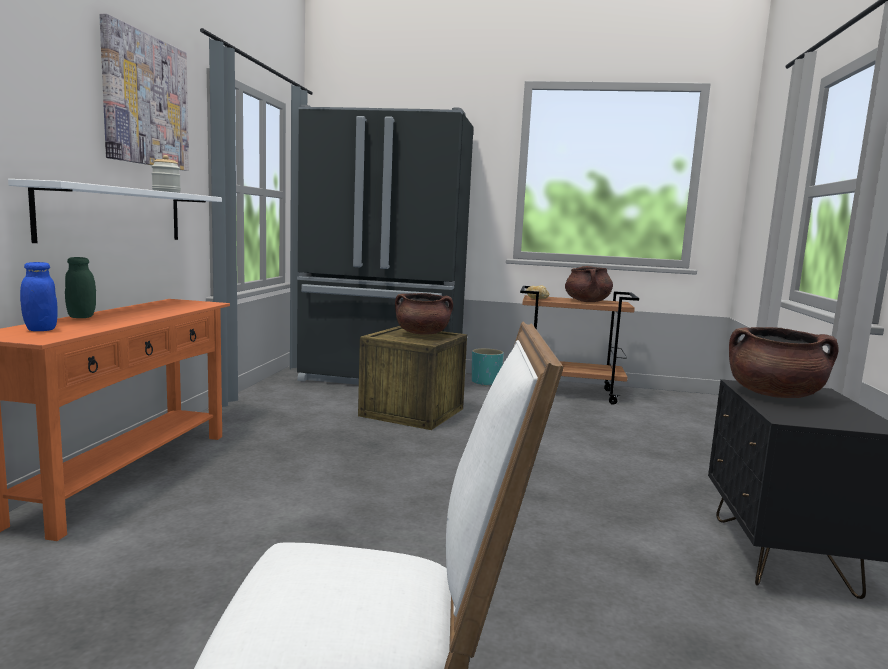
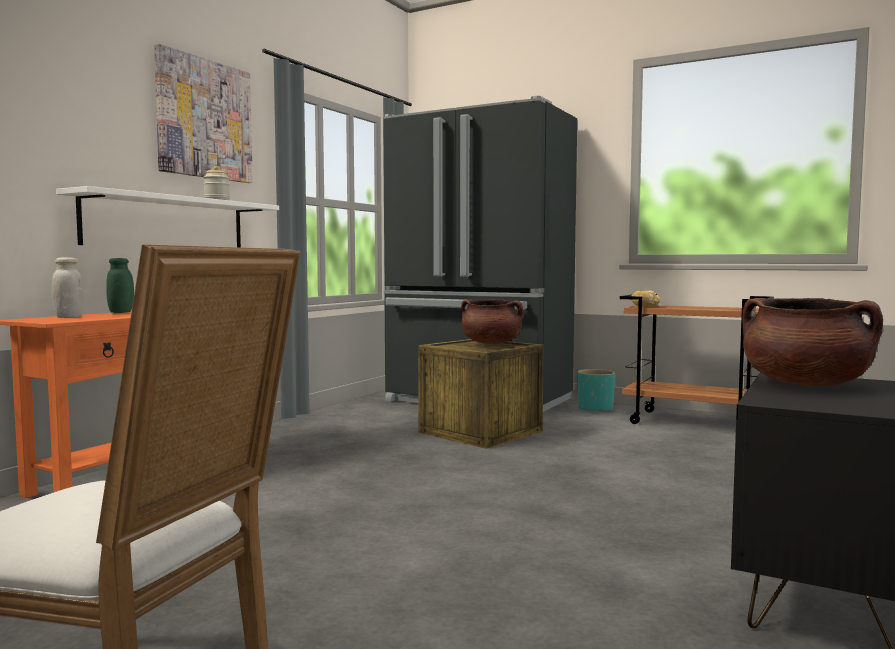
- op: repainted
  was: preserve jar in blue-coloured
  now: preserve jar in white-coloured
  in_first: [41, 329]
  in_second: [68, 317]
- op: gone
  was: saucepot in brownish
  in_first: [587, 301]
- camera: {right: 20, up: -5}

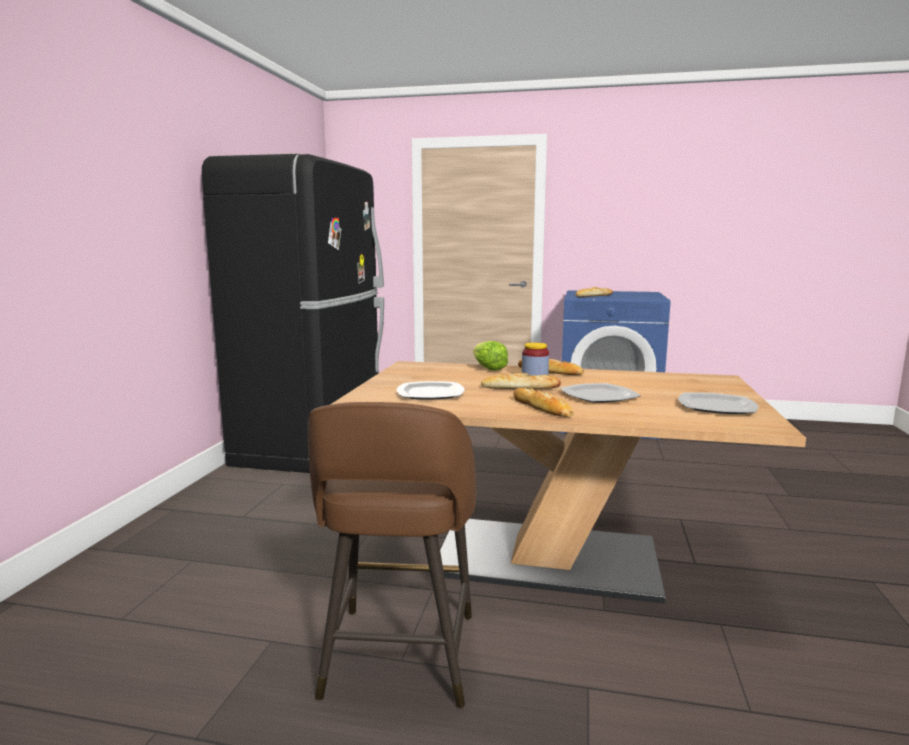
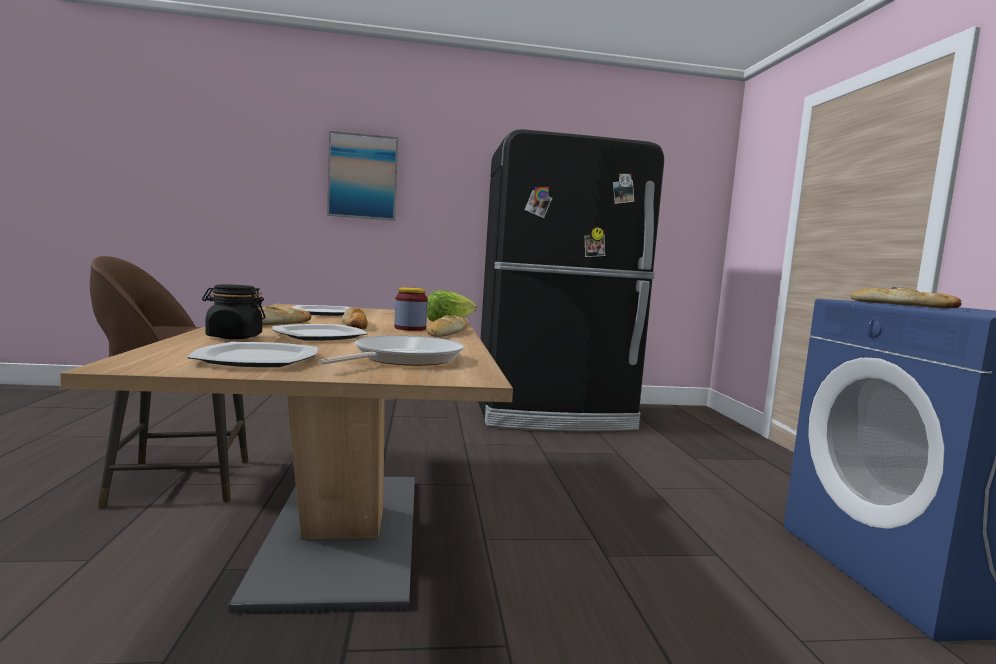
- op: new
  now: preserve jar in black
  in_second: [234, 337]
- op: new
  now: pan
  in_second: [403, 359]
- op: new
  now: picture
  in_second: [363, 177]
- camera: {right: 70, up: -5}

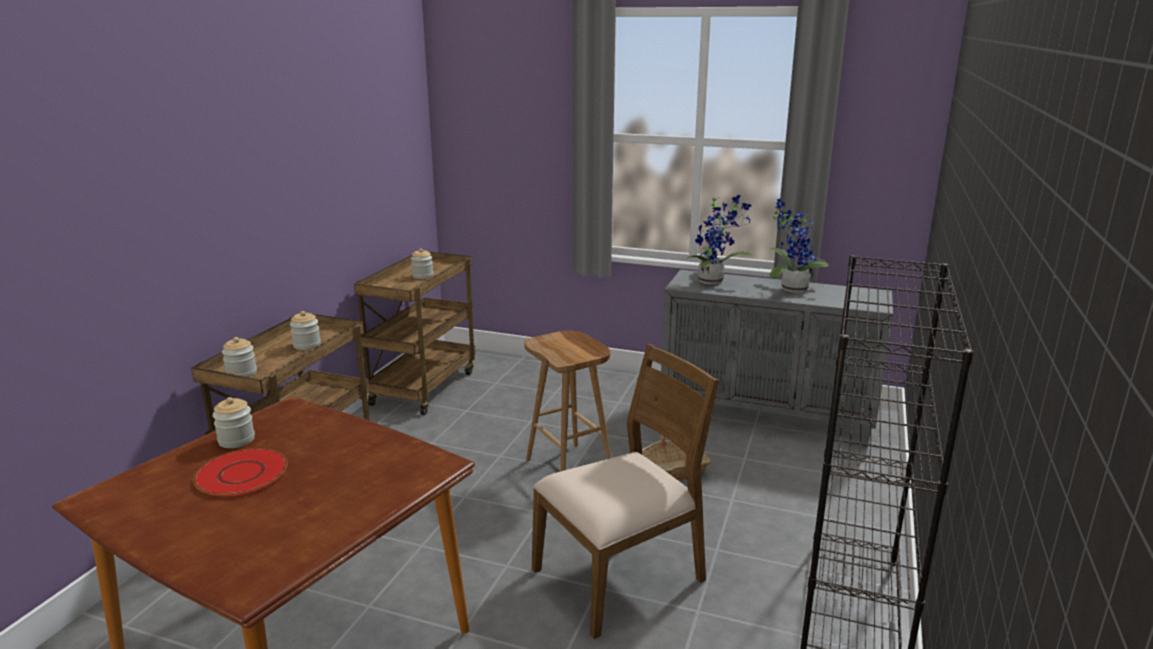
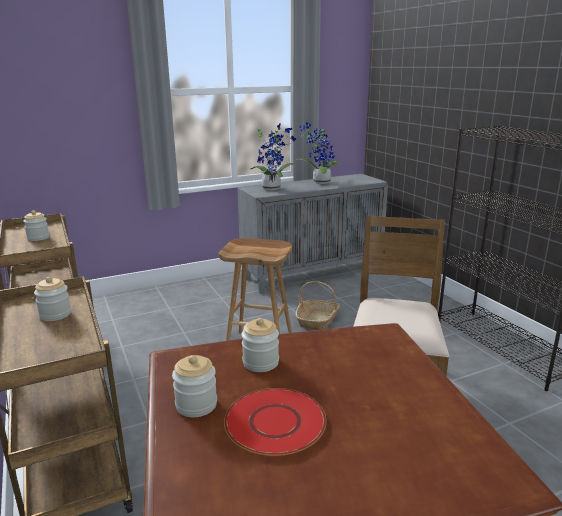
- op: shifted
  was: preserve jar
  in_first: [241, 374]
  in_second: [260, 362]
- camera: {right: -45, up: 0}

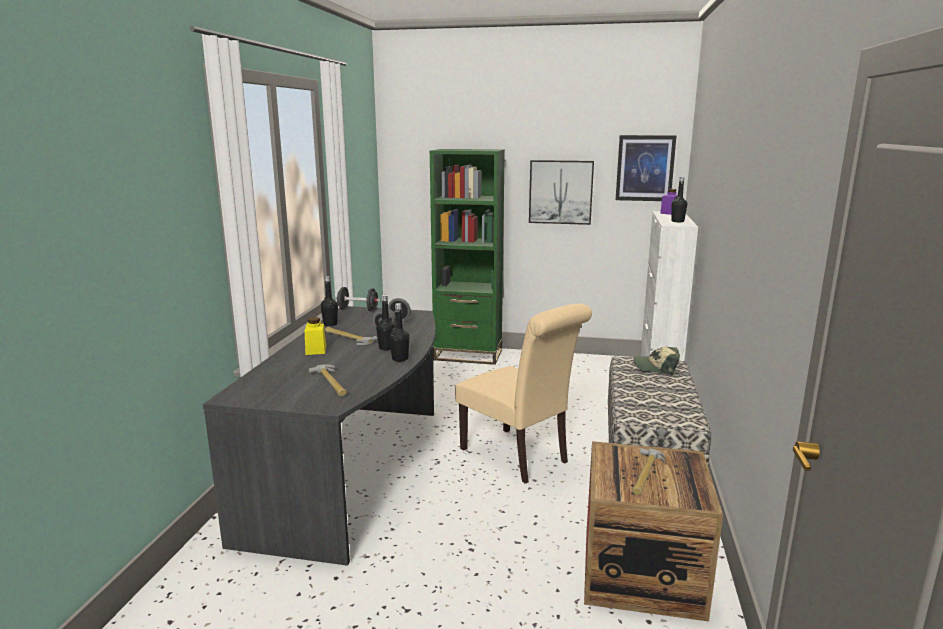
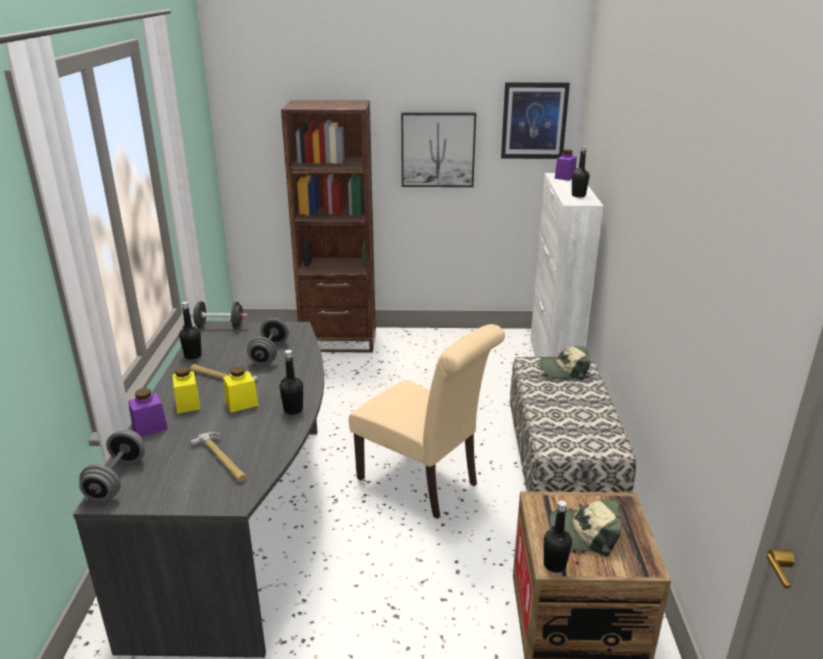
- op: shifted
  was: bottle in black
  in_first: [386, 348]
  in_second: [554, 565]
- op: repainted
  was: shelving unit in green
  now: shelving unit in brownish
  in_first: [468, 355]
  in_second: [339, 340]
- op: swapped
  was: hand hammer
  now: peaked cap
  in_first: [645, 474]
  in_second: [584, 533]
- op: new
  now: dumbbell in gray
  in_second: [116, 479]
- op: new
  now: preserve jar in purplish
  in_second: [150, 427]
- op: new
  now: preserve jar in yellow
  in_second: [241, 403]
- camera: {right: -10, up: 10}

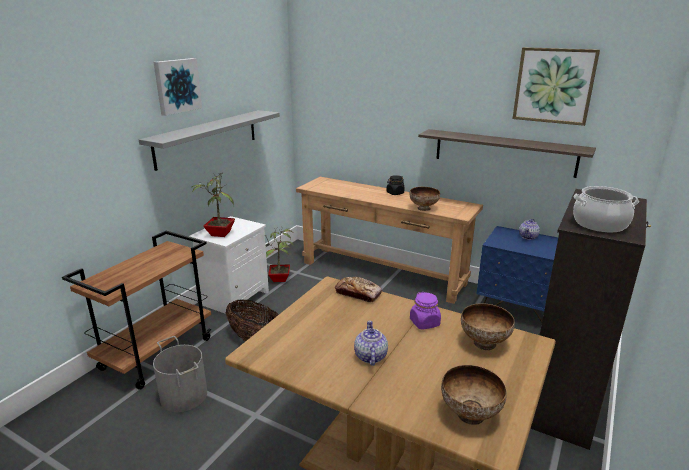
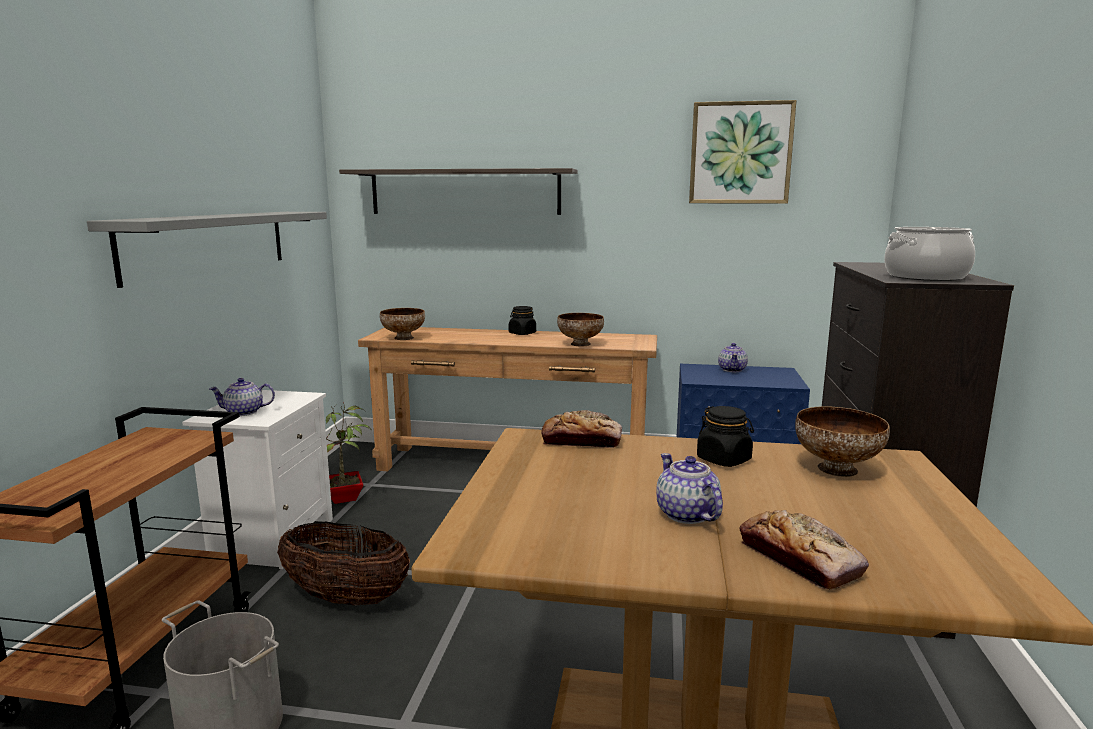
- op: gone
  was: picture
  in_first: [177, 86]
- op: swapped
  was: houseplant
  now: pot for tea
  in_first: [219, 234]
  in_second: [244, 412]
- op: repainted
  was: preserve jar in purplish
  now: preserve jar in black
  in_first: [424, 323]
  in_second: [724, 460]
- op: shifted
  was: shelf
  in_first: [504, 152]
  in_second: [465, 192]
- op: shifted
  was: serving bowl
  in_first: [469, 414]
  in_second: [403, 338]
- op: new
  now: bakery bread
  in_second: [799, 560]
- camera: {right: -20, up: -10}

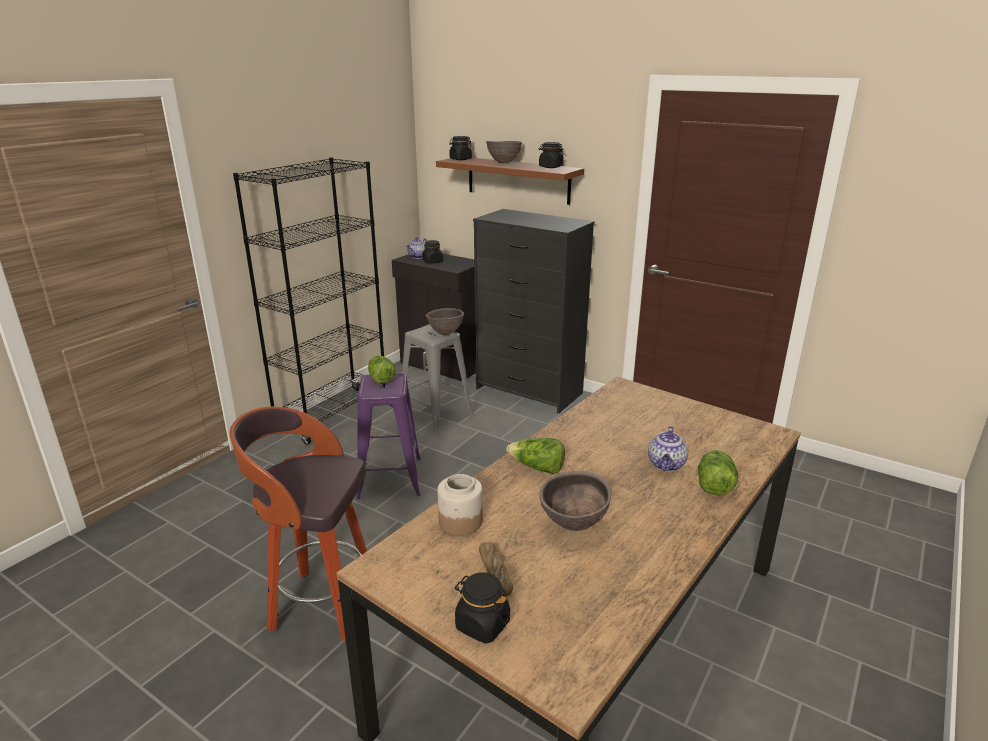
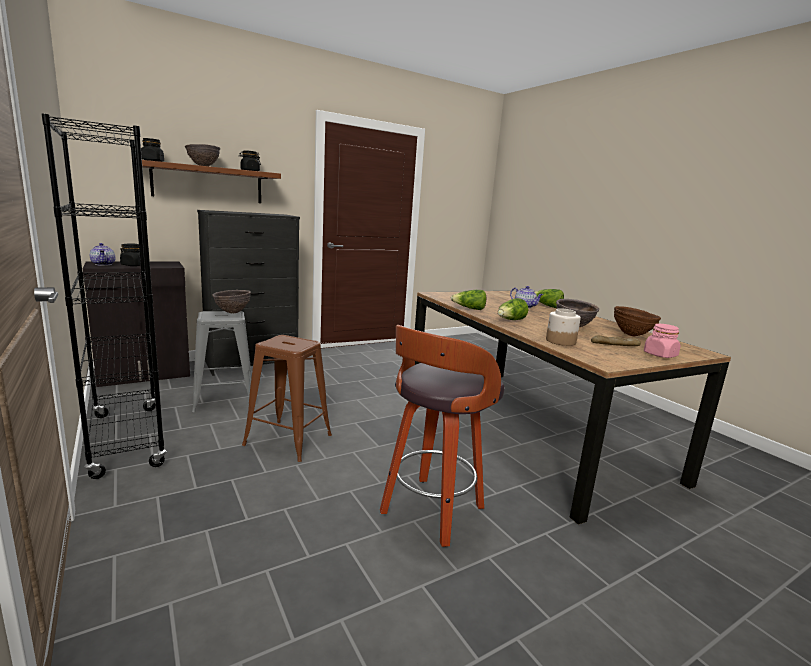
- op: repainted
  was: stool in purplish
  now: stool in brownish
  in_first: [390, 478]
  in_second: [289, 440]
- op: shifted
  was: head of lettuce
  in_first: [380, 378]
  in_second: [469, 309]
- op: repainted
  was: preserve jar in black
  now: preserve jar in pinkish
  in_first: [482, 625]
  in_second: [660, 355]
- op: new
  now: serving bowl in brownish
  in_second: [632, 335]
- camera: {right: -65, up: -10}

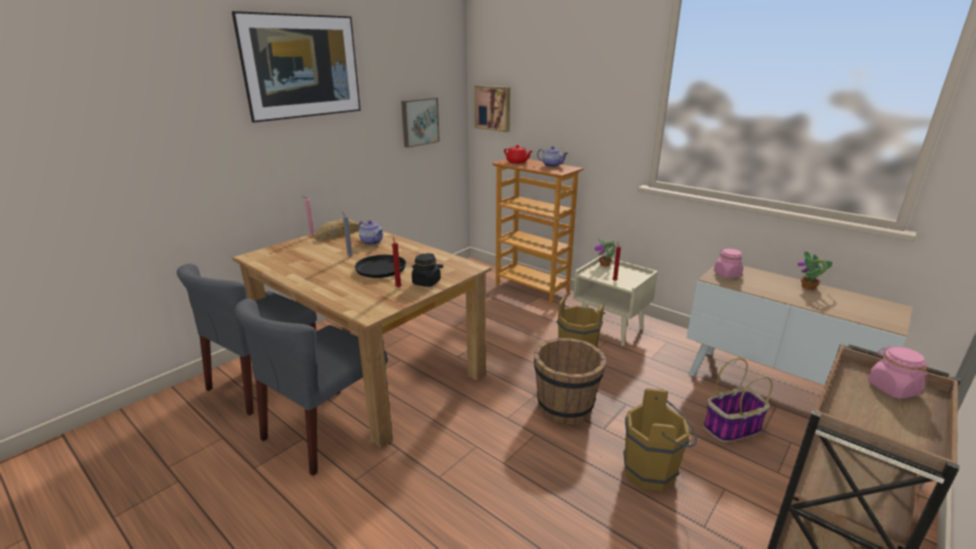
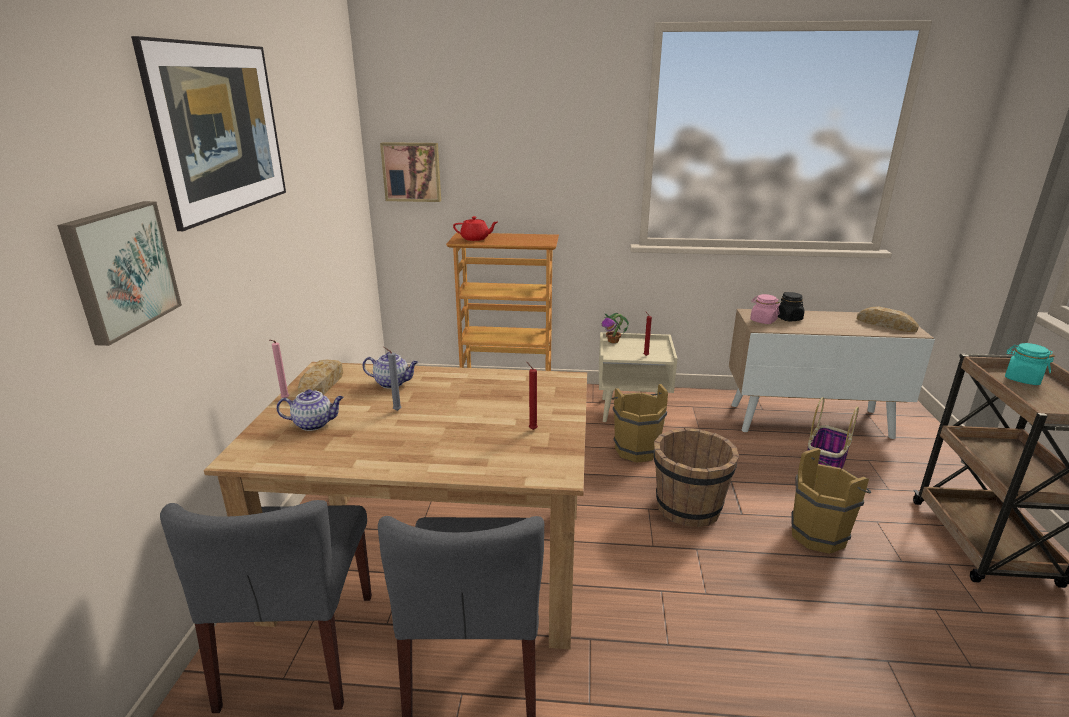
- op: gone
  was: pan in black
  in_first: [385, 269]
- op: shifted
  was: picture
  in_first: [419, 121]
  in_second: [120, 269]
- op: shifted
  was: preserve jar in black
  in_first: [426, 282]
  in_second: [789, 318]
- op: shifted
  was: pot for tea
  in_first: [552, 165]
  in_second: [314, 424]
- op: gone
  was: houseplant
  in_first: [808, 287]
- op: repainted
  was: preserve jar in pinkish
  now: preserve jar in turquoise-coloured
  in_first: [892, 388]
  in_second: [1022, 379]
- op: new
  now: bakery bread
  in_second: [886, 324]
- camera: {right: -35, up: 0}

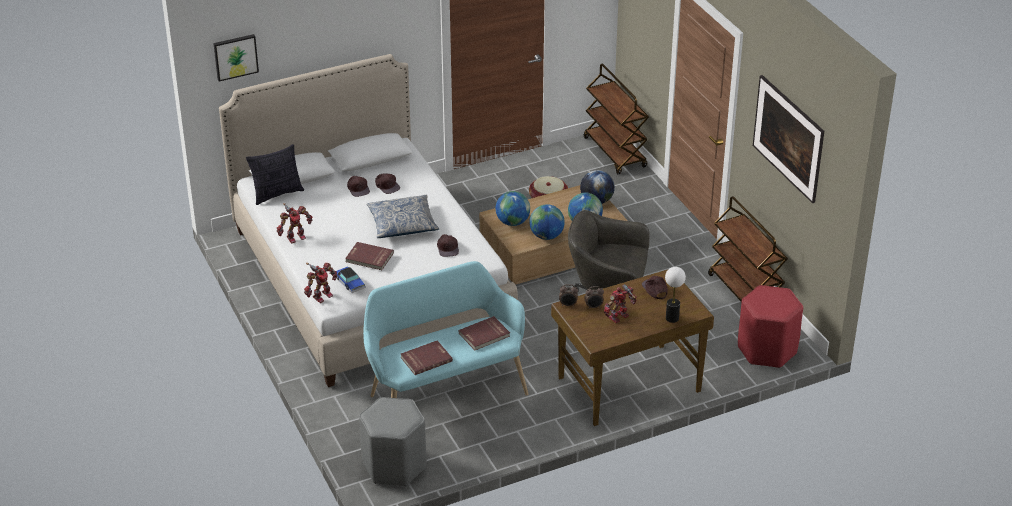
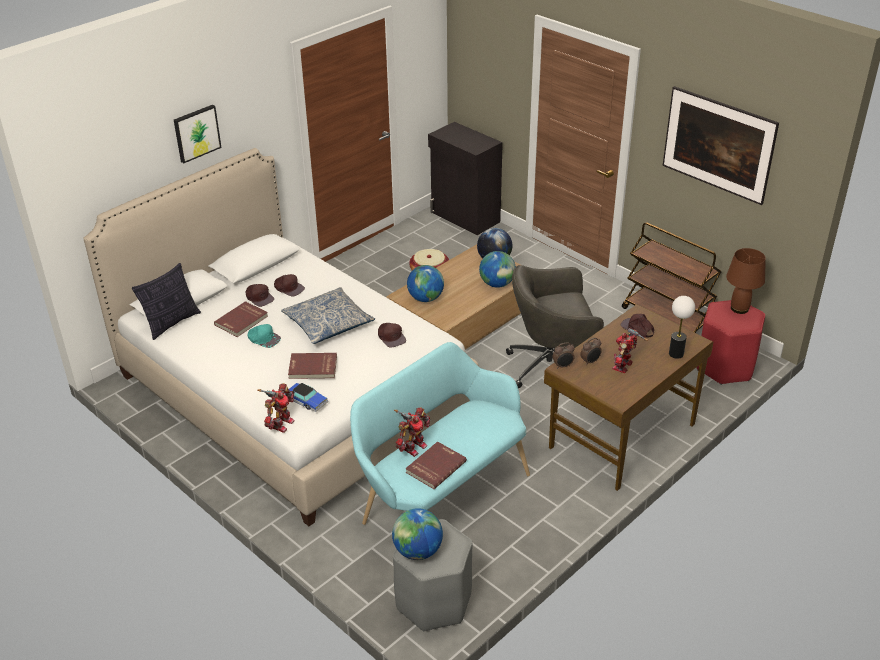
- op: shifted
  was: picture
  in_first: [235, 56]
  in_second: [196, 133]
- op: shifted
  was: robot figure
  in_first: [295, 237]
  in_second: [413, 447]
- op: shifted
  was: volume in reddish
  in_first: [484, 335]
  in_second: [242, 321]
- op: shifted
  was: desk globe
  in_first: [546, 236]
  in_second: [417, 551]
- op: swapped
  was: cart in brownish
  now: cabinet in black
  in_first: [615, 153]
  in_second: [465, 217]
- op: new
  now: peaked cap in turquoise-coloured
  in_second: [263, 338]
- op: new
  now: tabletop lamp in brownish
  in_second: [739, 309]
- camera: {right: -20, up: 0}

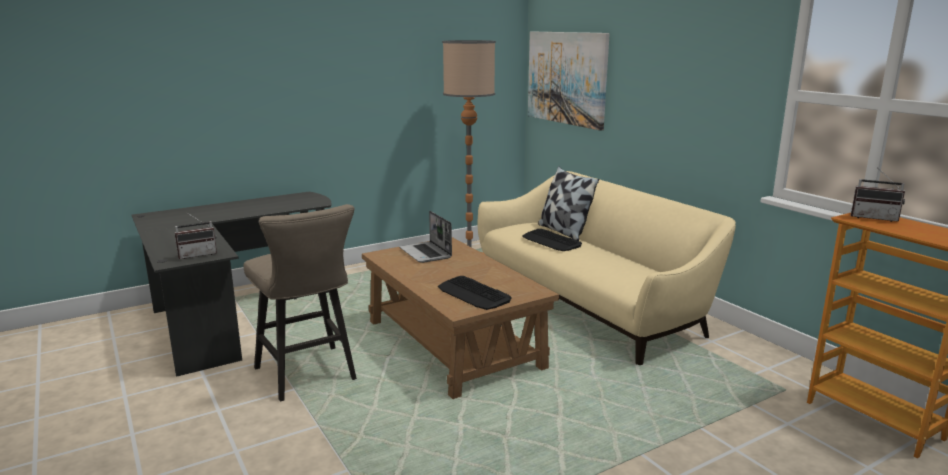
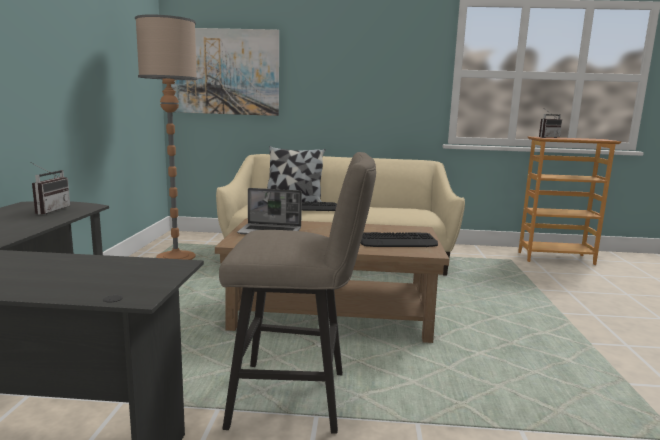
- op: shifted
  was: radio
  in_first: [197, 254]
  in_second: [49, 210]
- camera: {right: -55, up: -5}

